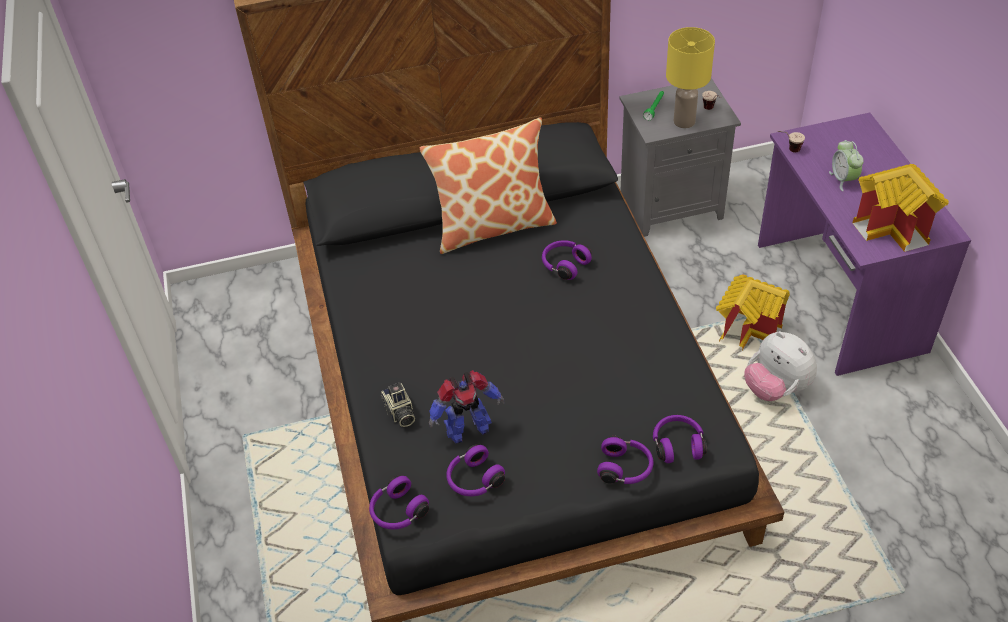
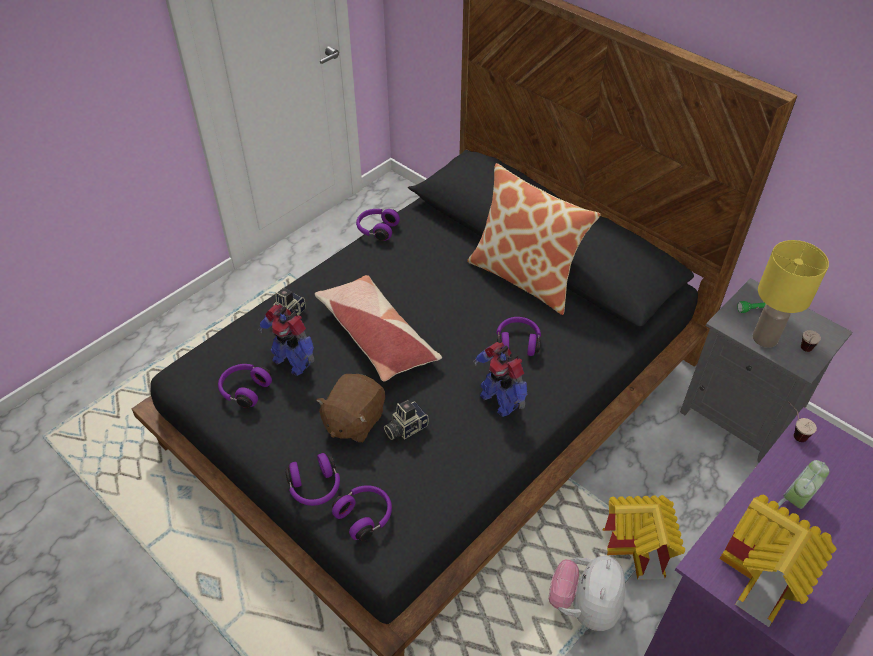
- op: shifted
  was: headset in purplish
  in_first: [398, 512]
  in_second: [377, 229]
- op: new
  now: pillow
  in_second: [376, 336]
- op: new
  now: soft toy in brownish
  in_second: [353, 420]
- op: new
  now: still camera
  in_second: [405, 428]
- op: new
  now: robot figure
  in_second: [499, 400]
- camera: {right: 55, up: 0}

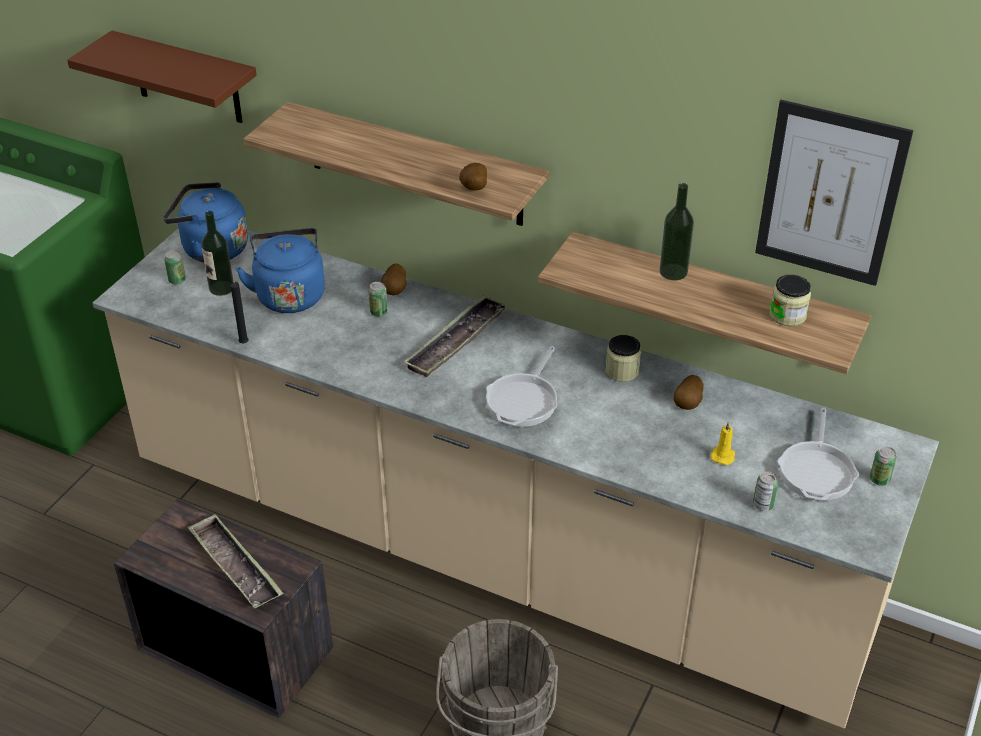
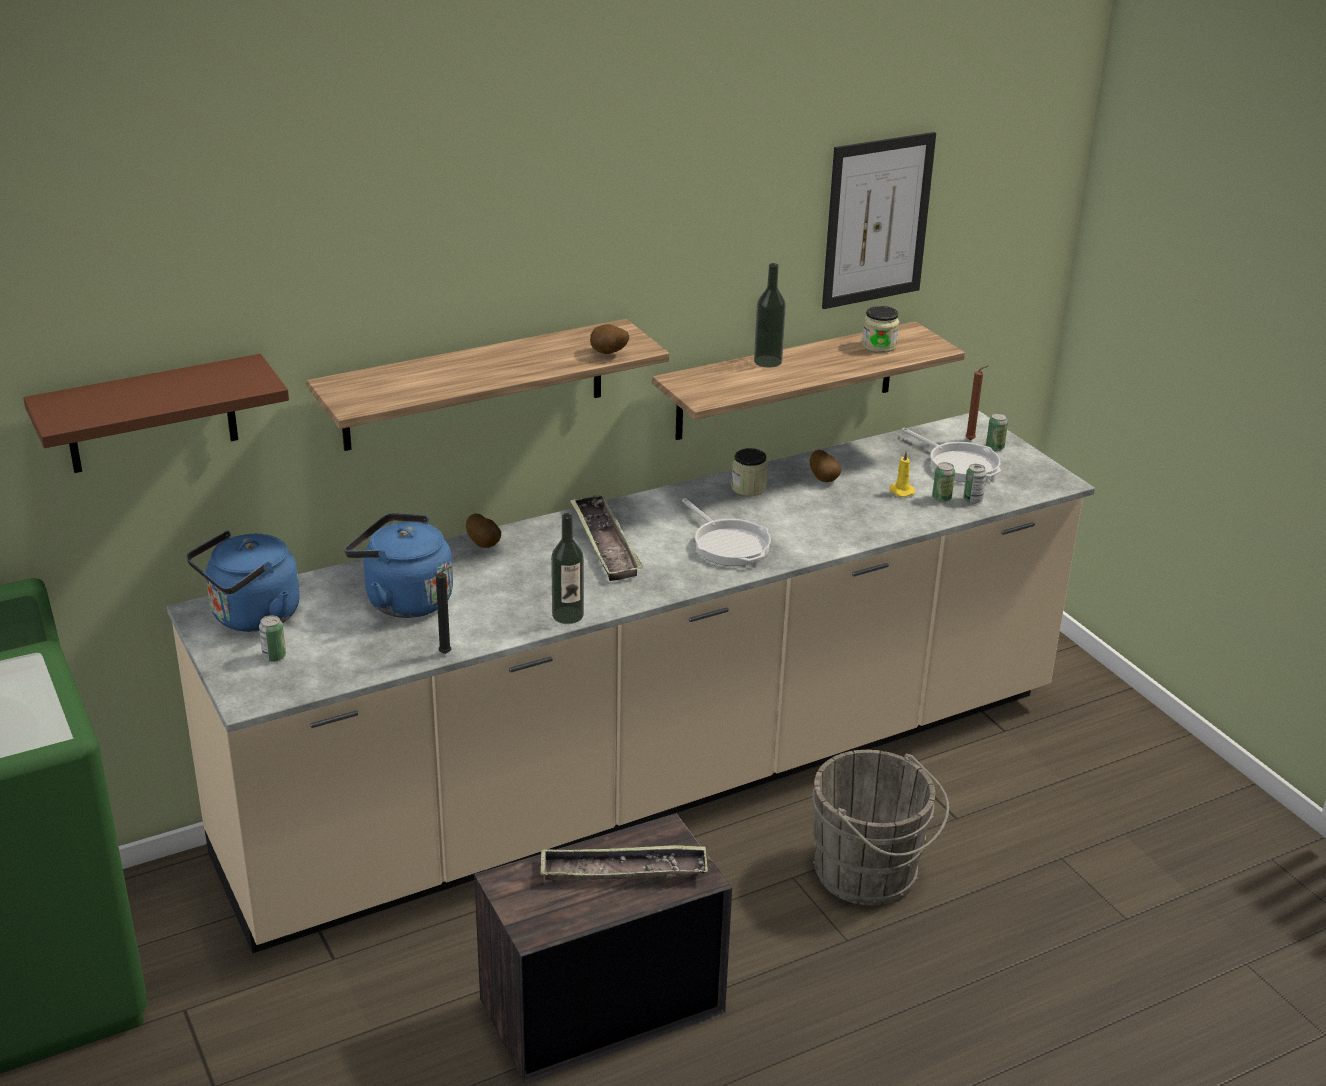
- op: shifted
  was: bottle
  in_first: [221, 288]
  in_second: [568, 615]
- op: shifted
  was: metal can
  in_first: [378, 312]
  in_second: [941, 498]
- op: new
  now: wax light in brownish
  in_second: [971, 440]
- camera: {right: -55, up: -10}

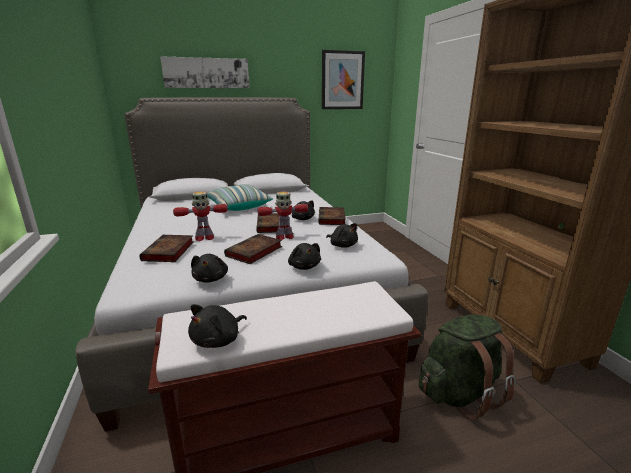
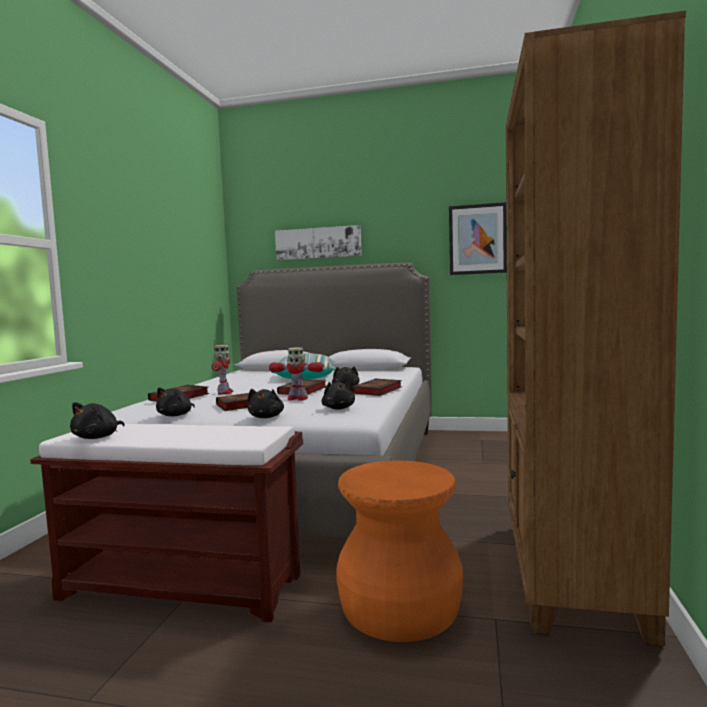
- op: rotated
  was: robot figure
  in_first: [204, 238]
  in_second: [224, 393]
  clockwise: -105
- op: rotated
  was: soft toy in black
  in_first: [218, 340]
  in_second: [98, 437]
  clockwise: -45
- op: swapped
  was: backpack in green
  now: stool in orange
  in_first: [459, 393]
  in_second: [399, 608]
- camera: {right: 30, up: -15}

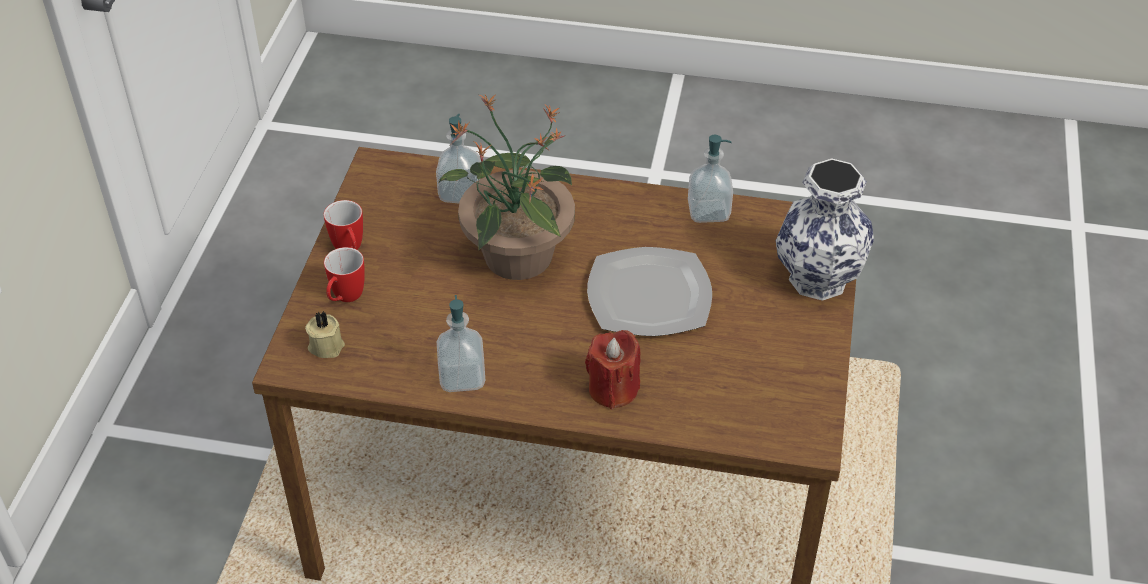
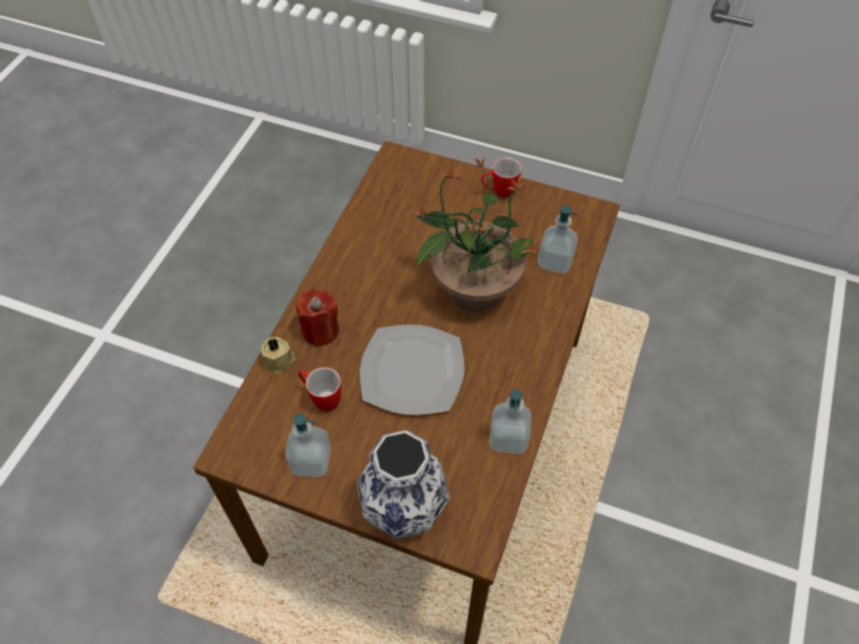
- op: shifted
  was: wax light in beige-coloured
  in_first: [326, 345]
  in_second: [280, 362]
- op: shifted
  was: coffee mug
  in_first: [345, 299]
  in_second: [321, 398]
- op: shifted
  was: soap bottle
  in_first: [462, 377]
  in_second: [311, 461]
- camera: {right: 100, up: 10}

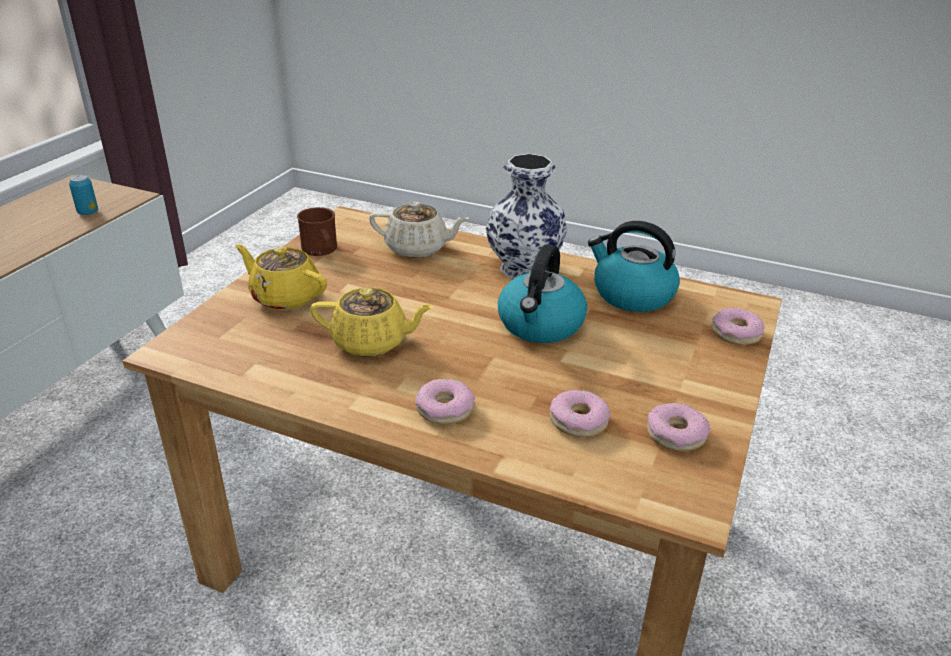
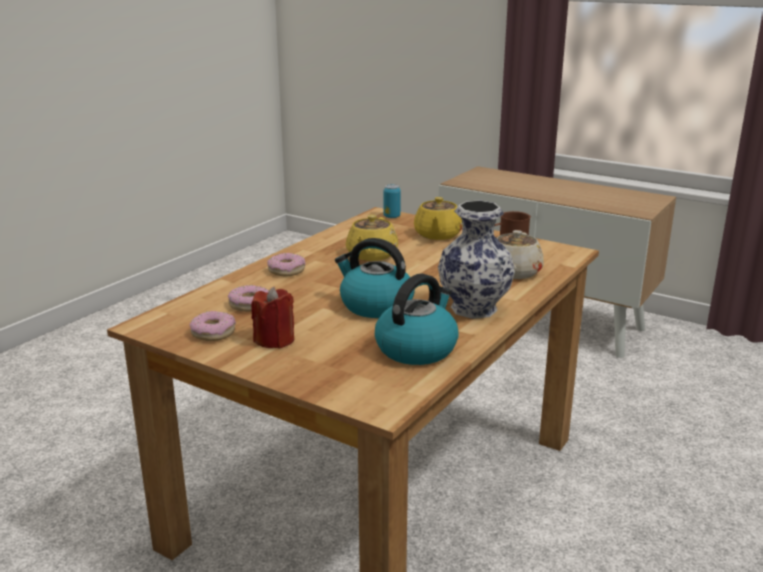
- op: shifted
  was: metal can
  in_first: [88, 212]
  in_second: [391, 216]
- op: rotated
  was: pot for tea in yellow
  in_first: [285, 297]
  in_second: [437, 235]
  clockwise: 150
- op: gone
  was: donut
  in_first: [735, 333]
- op: new
  now: wax light in reddish
  in_second: [275, 340]
- camera: {right: 100, up: -10}

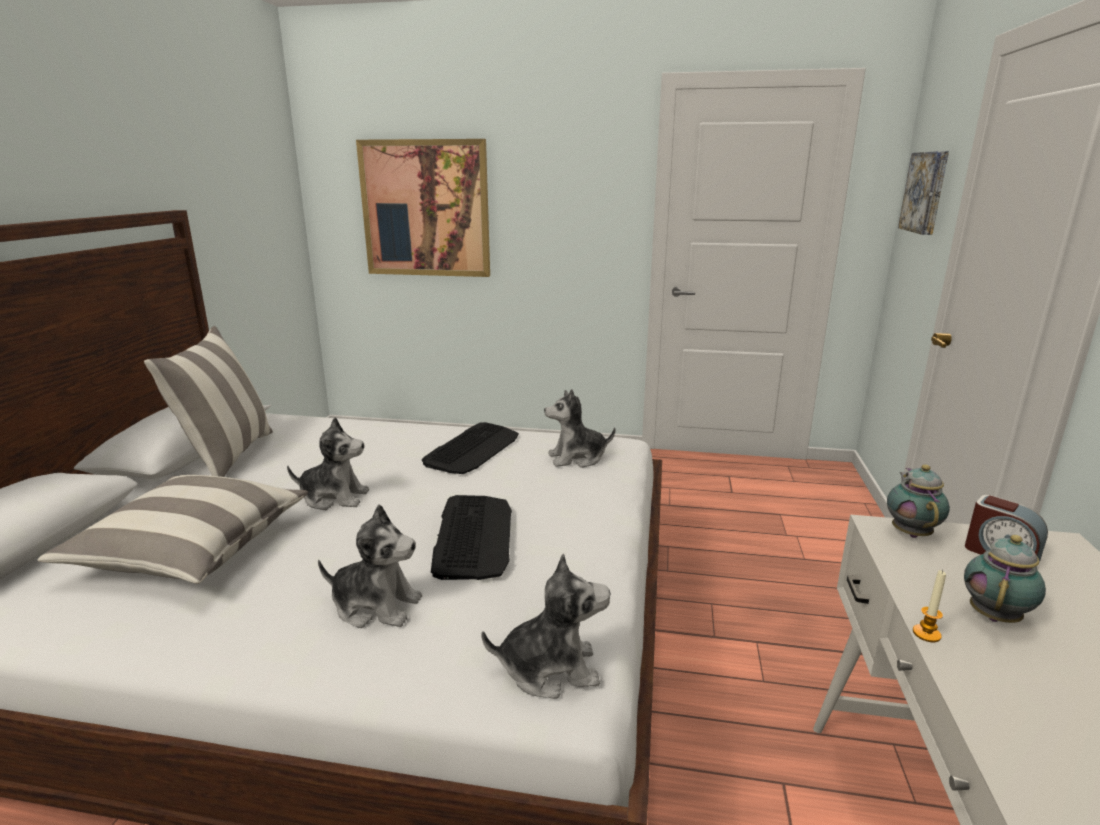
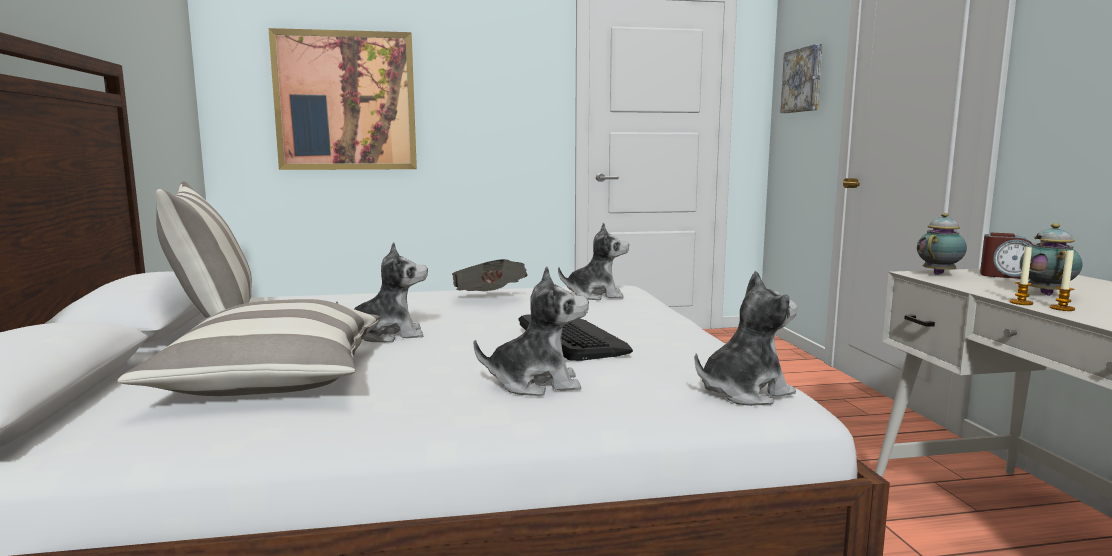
- op: swapped
  was: computer keyboard
  now: newspaper
  in_first: [473, 449]
  in_second: [489, 298]
- op: rotated
  was: soft toy
  in_first: [577, 458]
  in_second: [595, 295]
  clockwise: -150
- op: rotated
  was: pot for tea
  in_first: [910, 532]
  in_second: [940, 273]
  clockwise: 60
- op: new
  now: wax light
  in_second: [1062, 308]
- camera: {right: -20, up: -10}

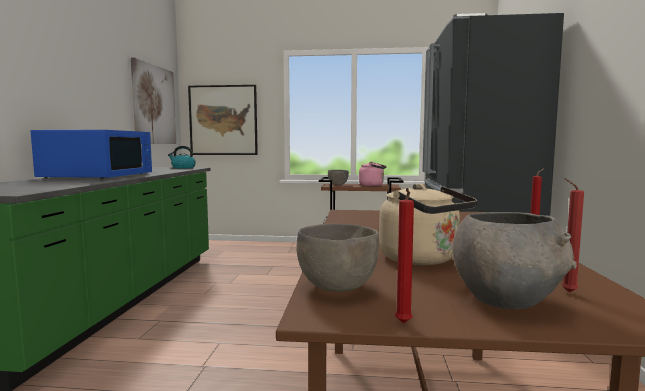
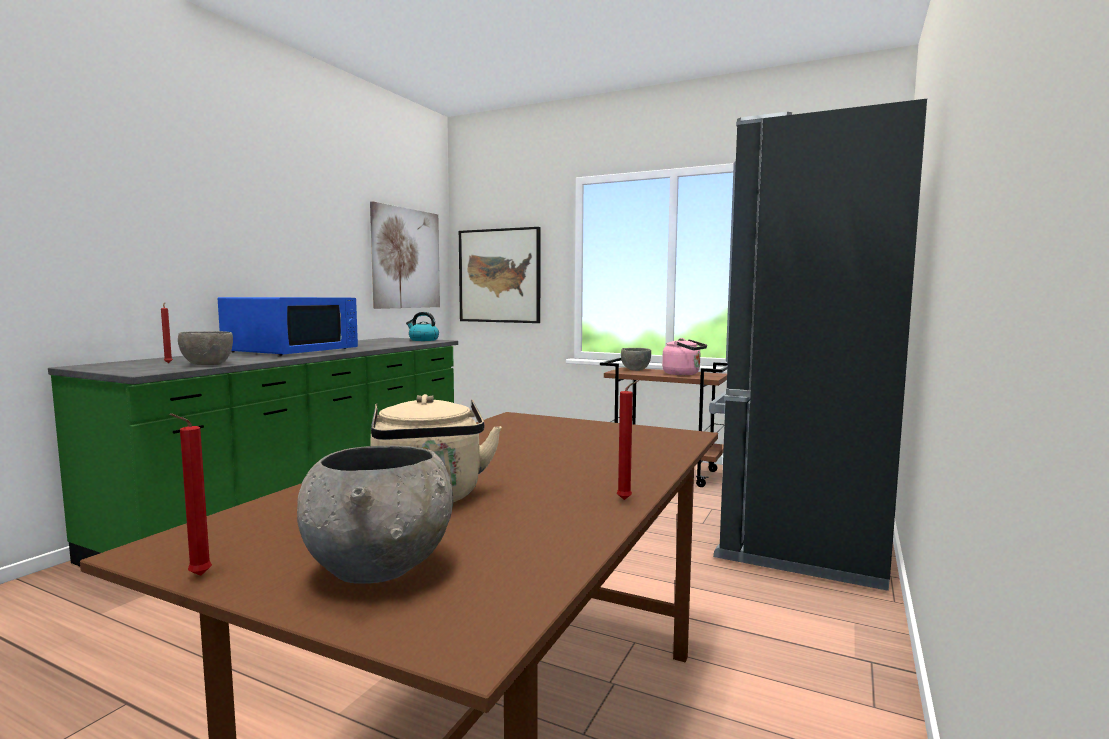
- op: shifted
  was: serving bowl in gray
  in_first: [337, 287]
  in_second: [207, 365]
- op: shifted
  was: wax light in reddish
  in_first: [566, 292]
  in_second: [168, 363]
- camera: {right: 20, up: 0}

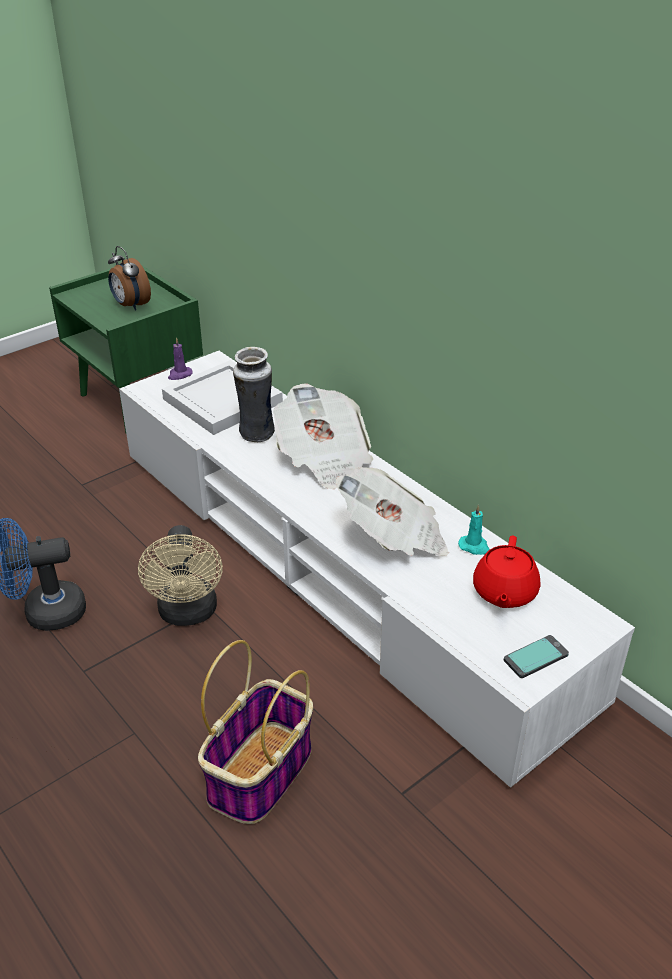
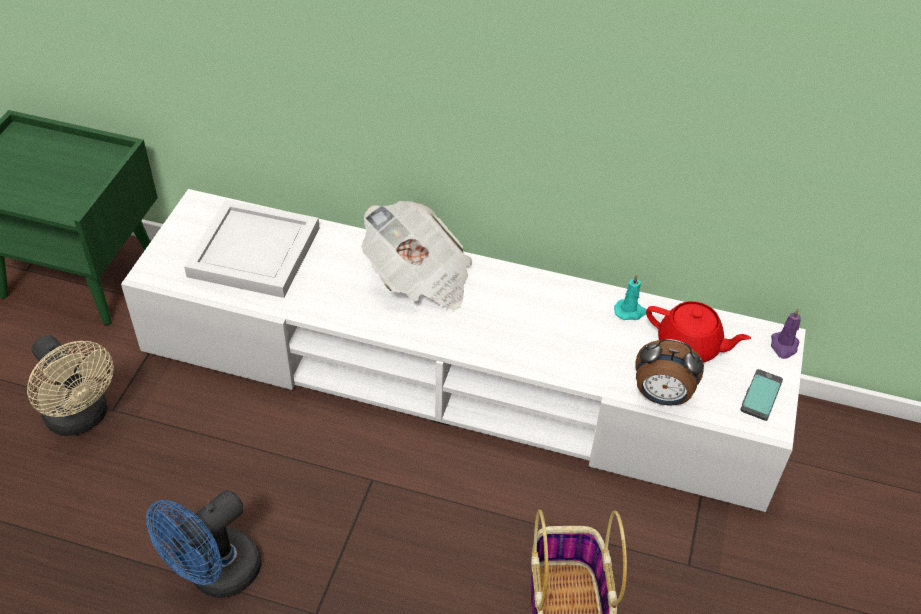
- op: shifted
  was: alarm clock
  in_first: [130, 305]
  in_second: [661, 397]
- op: shifted
  was: fan in beige-coloured
  in_first: [188, 614]
  in_second: [81, 418]
- op: shifted
  was: wax light in purplish
  in_first: [179, 375]
  in_second: [784, 346]
- op: gone
  was: vase
  in_first: [256, 435]
- op: gone
  was: newspaper
  in_first: [393, 537]
- op: rotated
  was: pot for tea in reddish
  in_first: [504, 593]
  in_second: [690, 346]
  clockwise: -45
- camera: {right: -35, up: 10}

